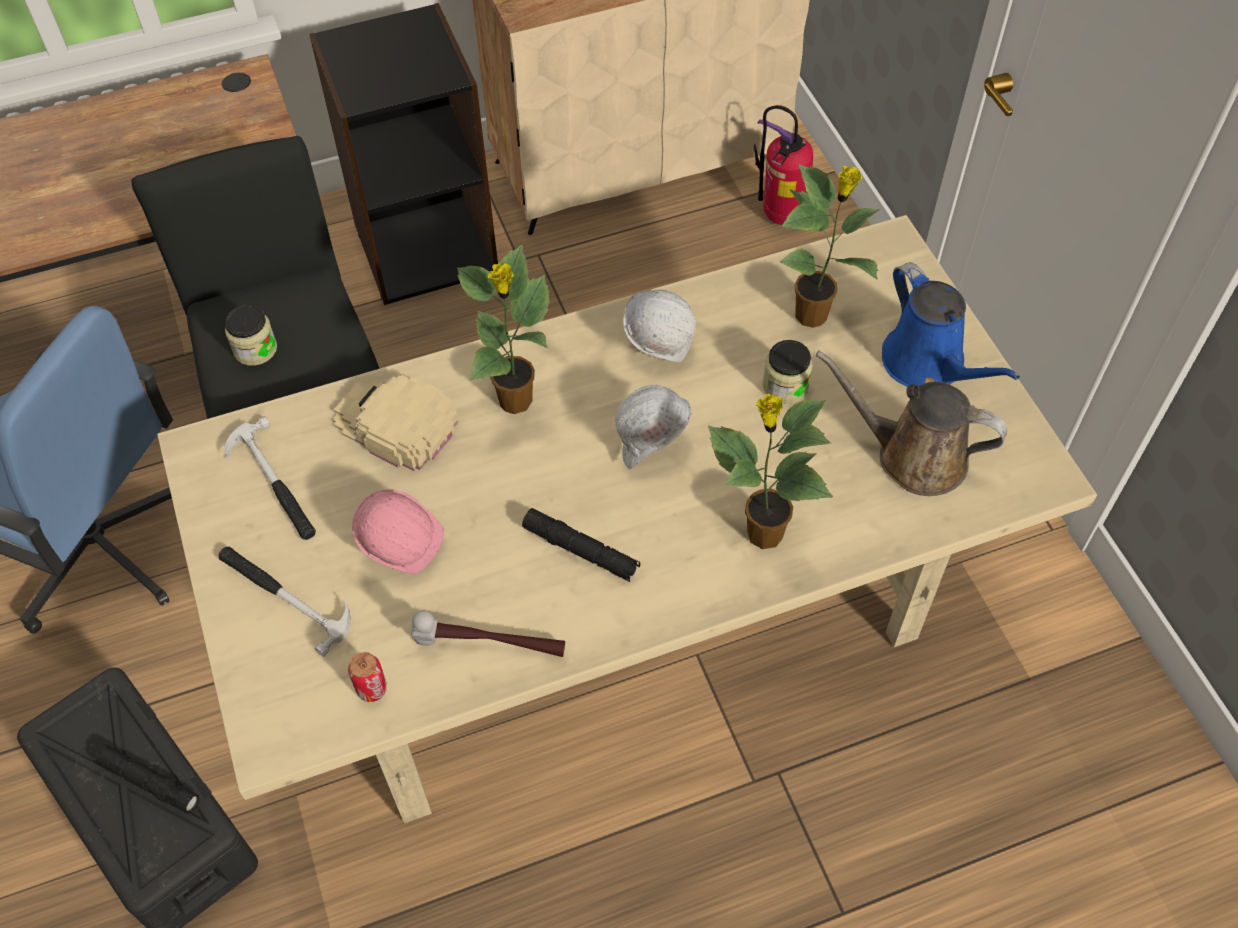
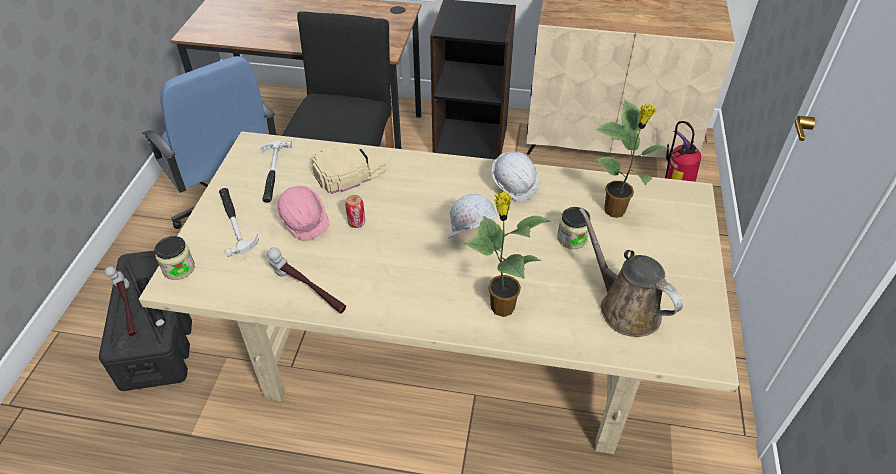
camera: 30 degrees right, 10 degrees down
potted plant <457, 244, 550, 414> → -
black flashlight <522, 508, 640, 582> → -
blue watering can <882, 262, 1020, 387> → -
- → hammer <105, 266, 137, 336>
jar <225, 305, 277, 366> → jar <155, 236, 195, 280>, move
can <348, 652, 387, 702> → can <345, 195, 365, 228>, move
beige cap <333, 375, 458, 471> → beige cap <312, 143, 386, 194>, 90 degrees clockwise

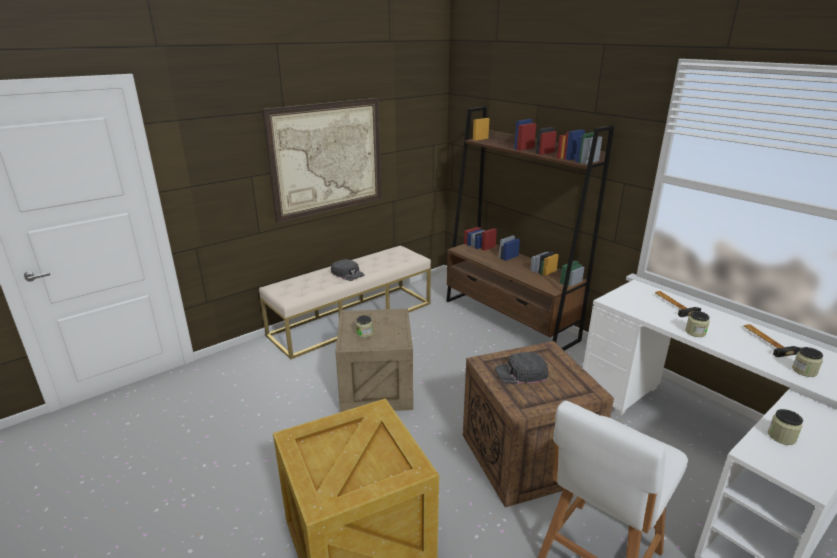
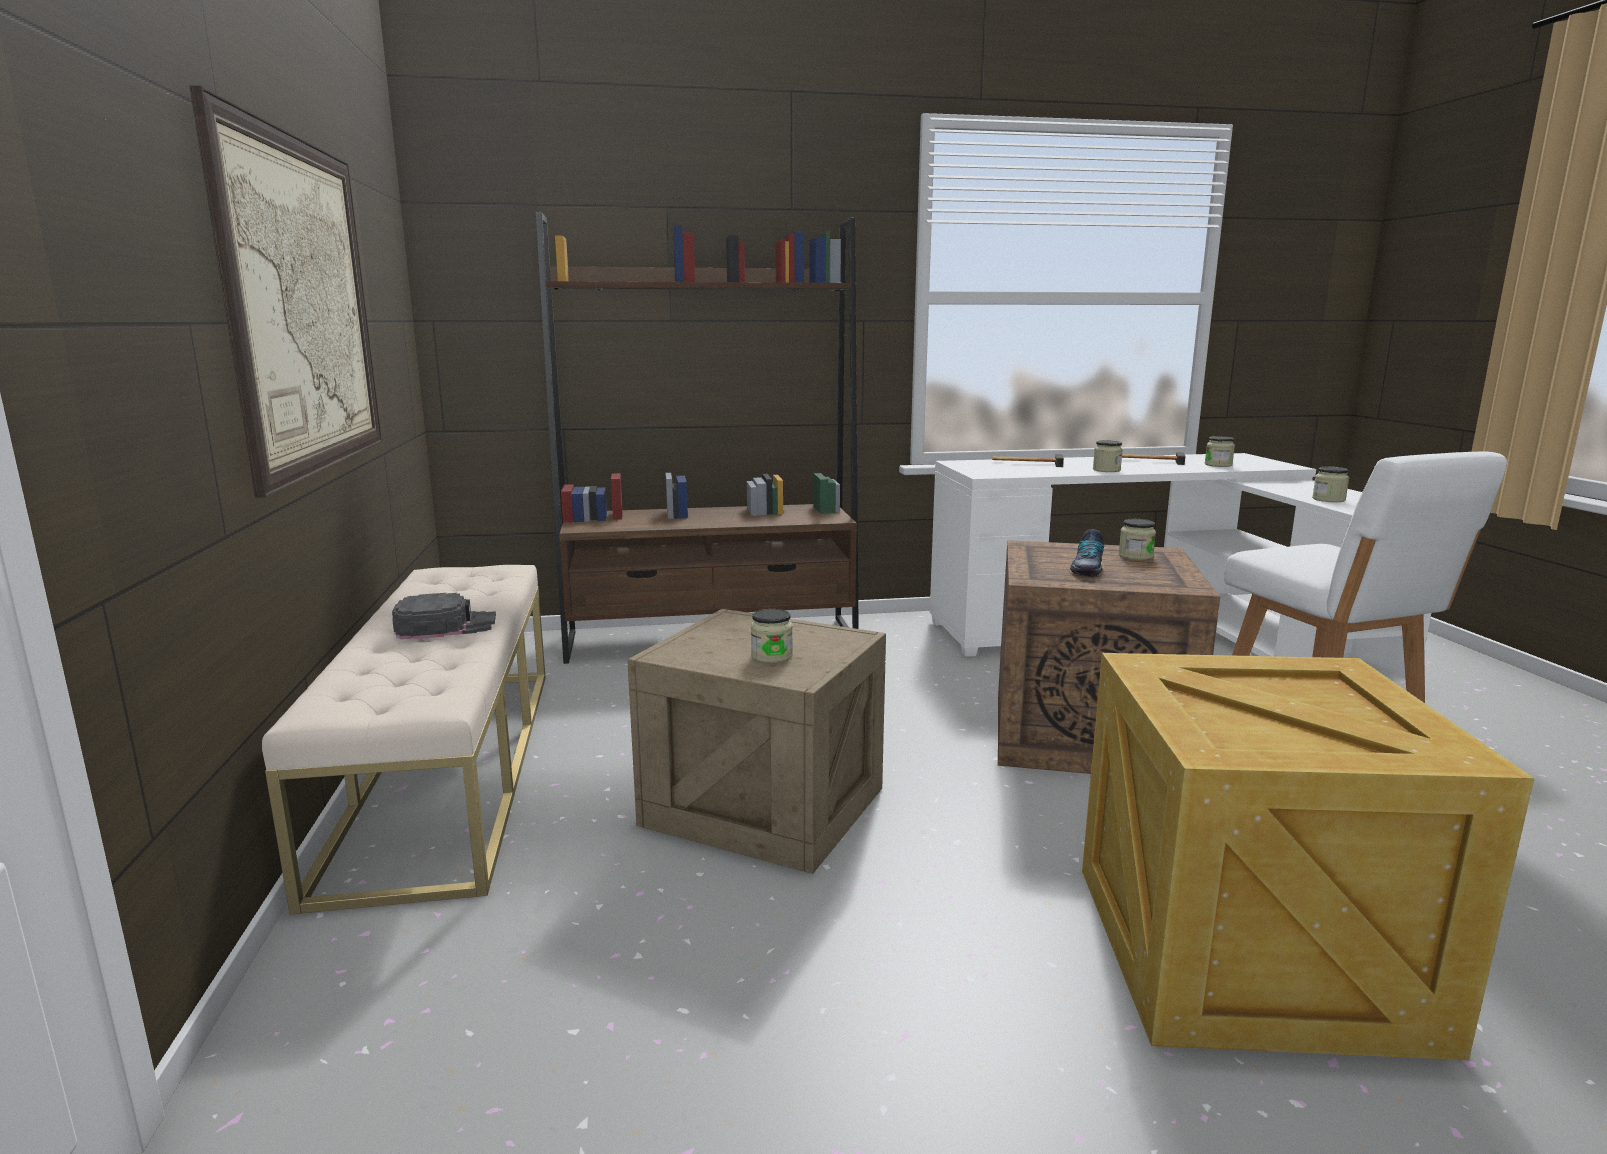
camera: 60 degrees left, 10 degrees down
- → jar <1118, 519, 1156, 560>
black cap <495, 352, 548, 384> → shoe <1070, 529, 1104, 577>

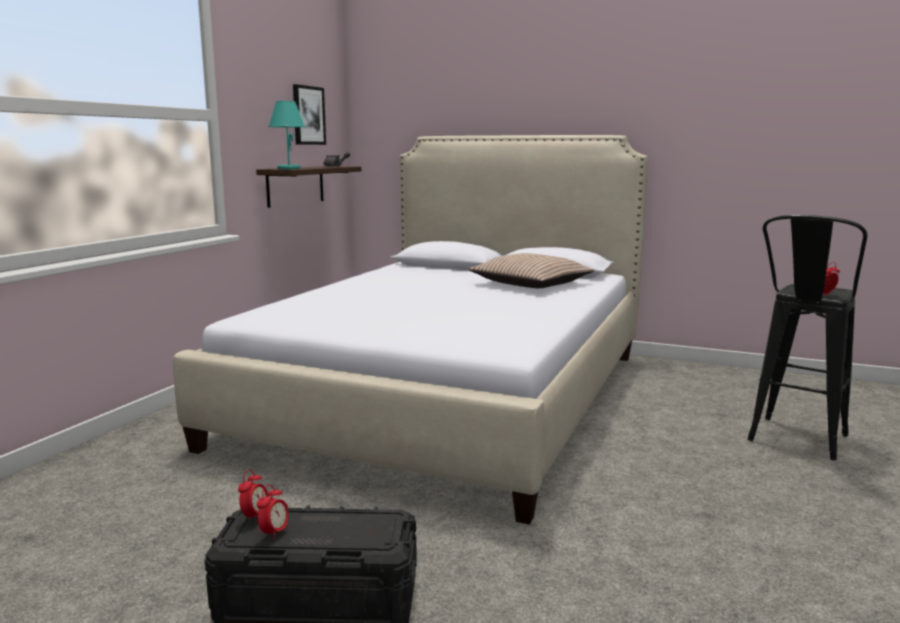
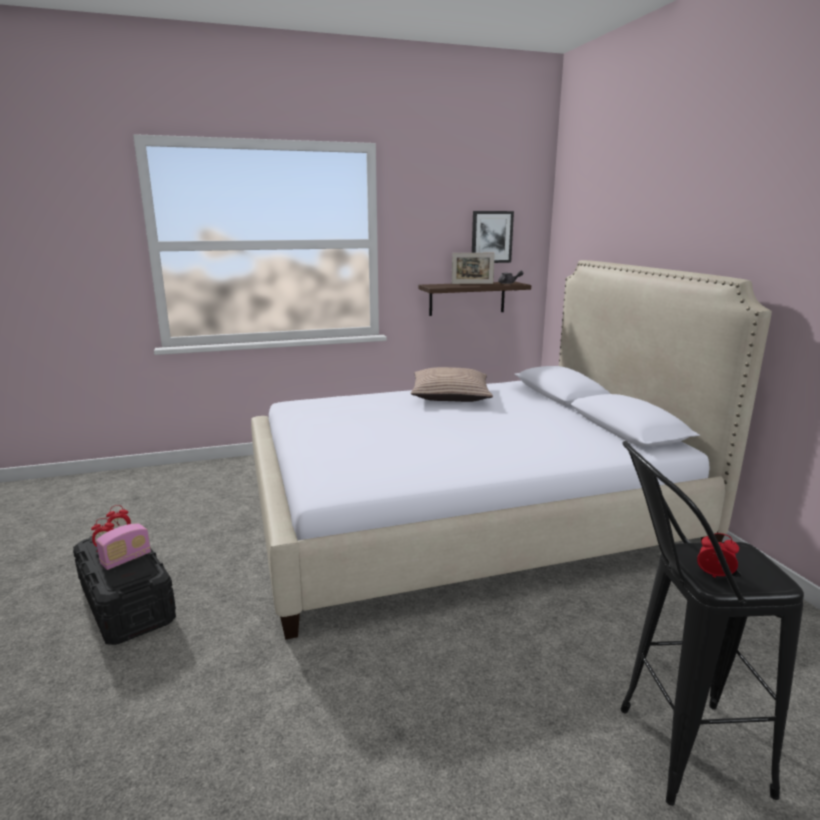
camera: 50 degrees right, 5 degrees up
turquoise table lamp <268, 101, 305, 169> → -
- → radio <96, 524, 151, 570>
- → picture frame <452, 253, 495, 284>
pillow <469, 253, 594, 288> → pillow <411, 367, 493, 402>, move

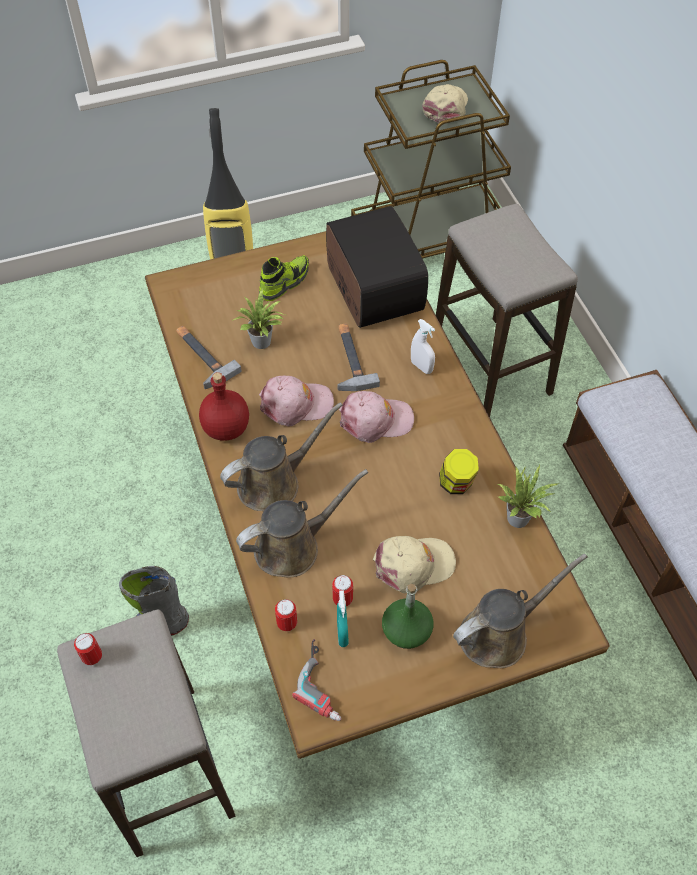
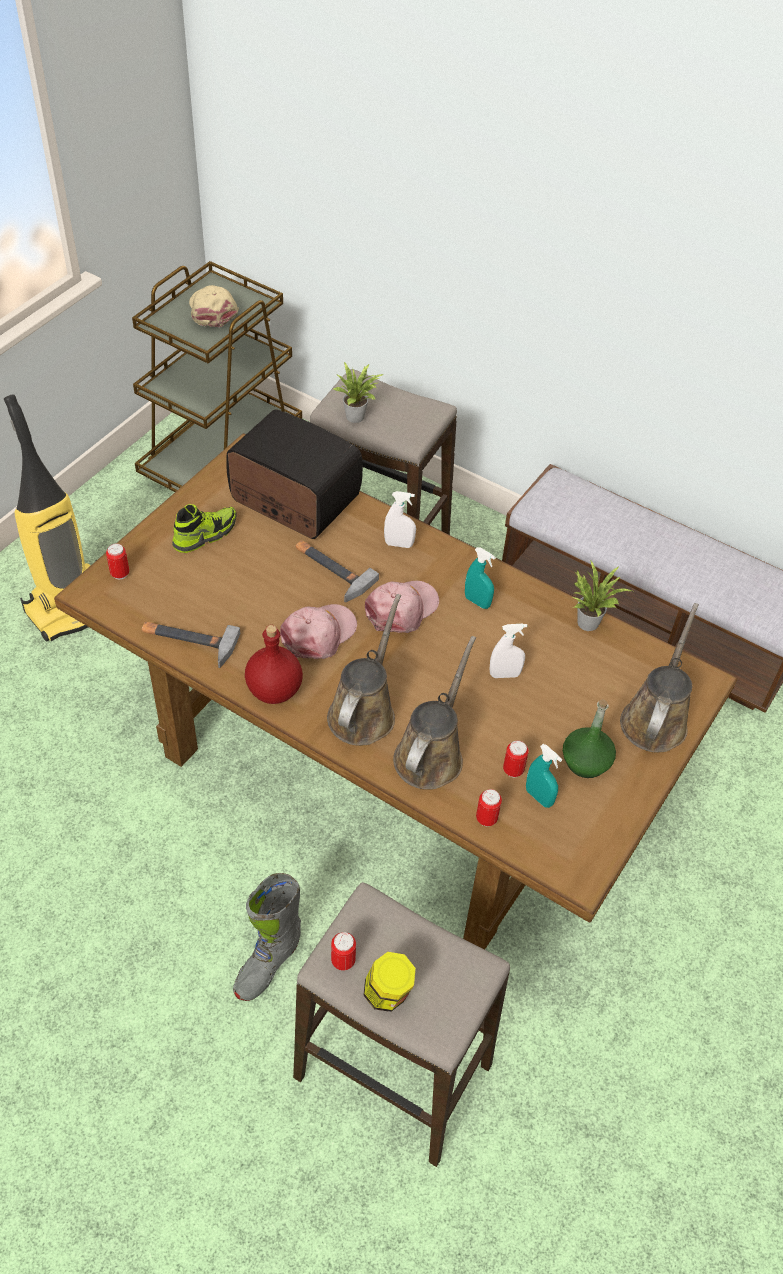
camera: 40 degrees left, 5 degrees down
power drill <292, 639, 341, 721> → -
beige cap <373, 536, 456, 593> → -
- → can <106, 543, 129, 580>
- → turquoise spray bottle <465, 547, 496, 609>
- → white spray bottle <490, 624, 527, 678>
potted plant <232, 289, 285, 349> → potted plant <334, 362, 384, 423>, move
jar <439, 449, 479, 494> → jar <363, 952, 416, 1012>, move
shoe <259, 255, 309, 301> → shoe <172, 504, 237, 553>, 45 degrees clockwise

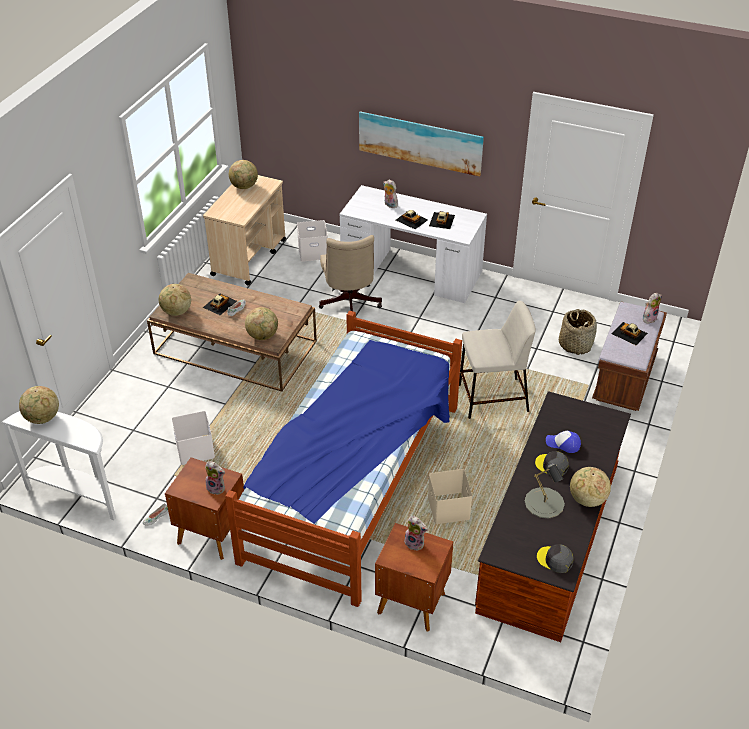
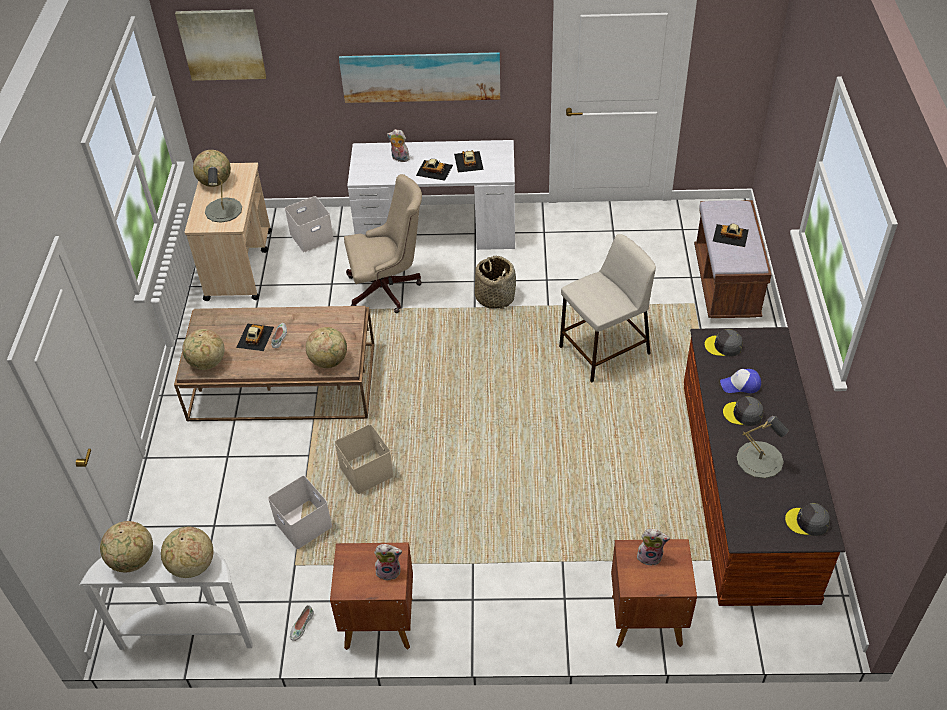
camera: 20 degrees left, 5 degrees up
bed <225, 311, 462, 607> → -
plush toy <643, 293, 662, 323> → -
- → picture <175, 9, 266, 81>
- → grey table lamp <205, 167, 242, 223>
- → grey cap <704, 329, 743, 357>
beige storage box <428, 469, 472, 524> → beige storage box <335, 424, 394, 494>, move
basket <559, 309, 597, 355> → basket <475, 256, 516, 309>, move
globe <570, 467, 611, 507> → globe <161, 527, 213, 578>, move
beige office chair <319, 235, 382, 311> → beige office chair <344, 174, 422, 313>, 75 degrees counterclockwise

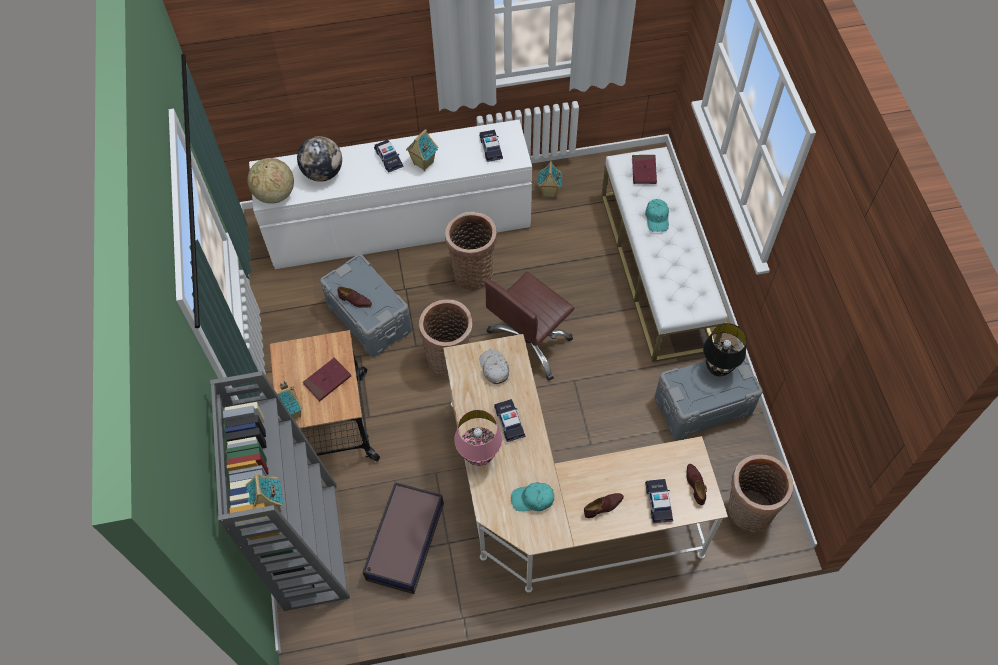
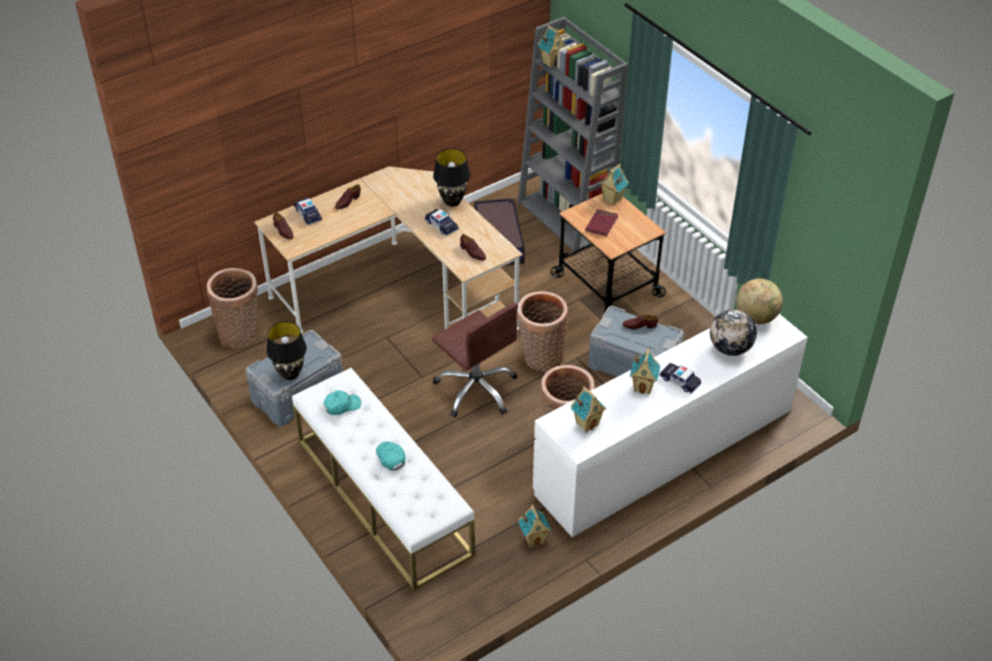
camera: 155 degrees right, 15 degrees down
red book <632, 155, 657, 184> → -
turquoise cap <511, 482, 554, 511> → turquoise cap <323, 390, 361, 415>, move
toy car <479, 130, 503, 162> → toy house <571, 386, 606, 433>
white cap <480, 349, 509, 384> → brown shoe <460, 234, 486, 261>
pink table lamp <454, 410, 502, 466> → black table lamp <433, 149, 470, 206>
brown office chair <484, 272, 574, 381> → brown office chair <432, 303, 518, 418>, 120 degrees clockwise

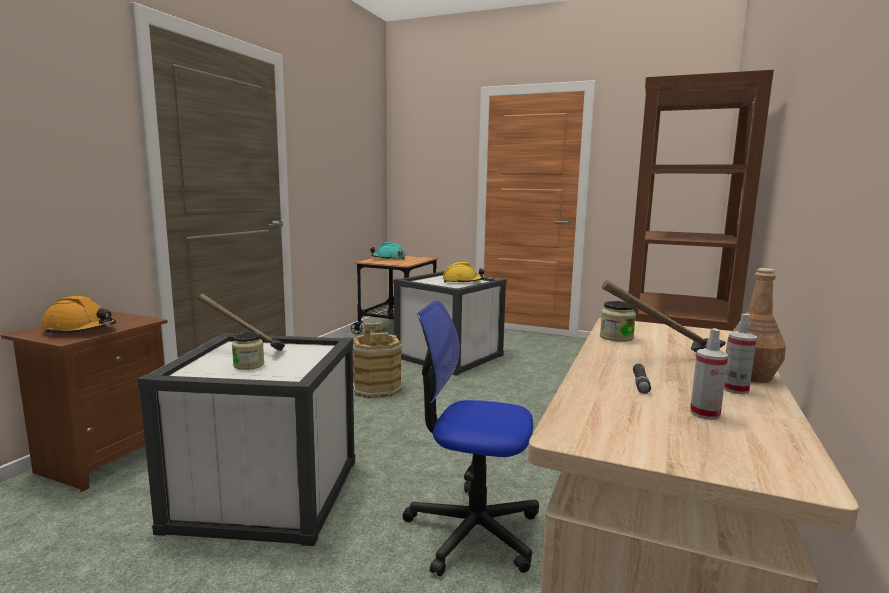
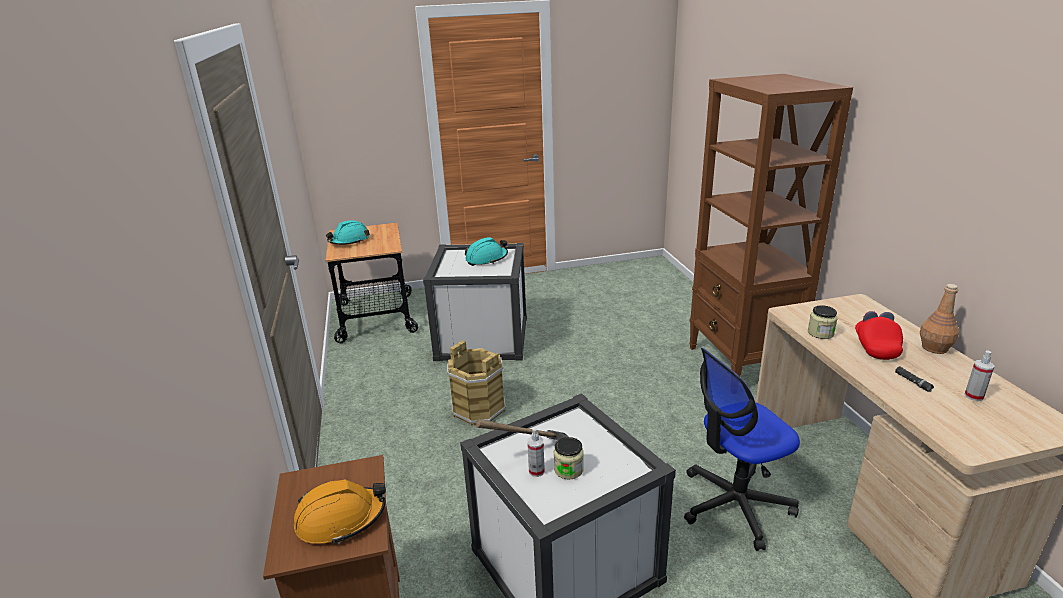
camera: 35 degrees left, 15 degrees up
spray bottle <724, 313, 757, 395> → spray bottle <527, 428, 545, 477>, move
hammer <602, 280, 726, 353> → red cap <855, 311, 903, 360>
yellow hard hat <443, 262, 485, 283> → turquoise hard hat <465, 237, 508, 266>

